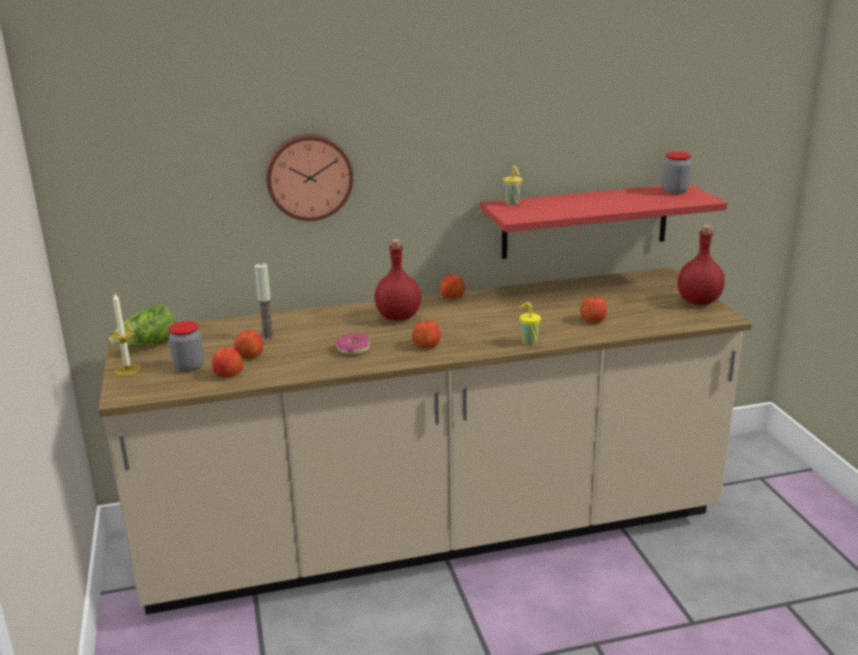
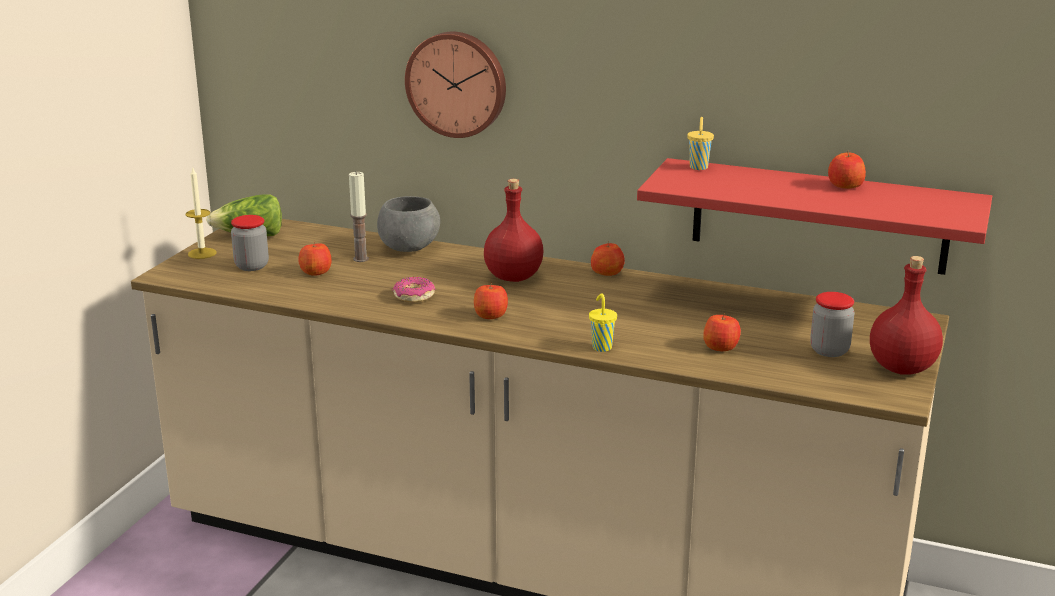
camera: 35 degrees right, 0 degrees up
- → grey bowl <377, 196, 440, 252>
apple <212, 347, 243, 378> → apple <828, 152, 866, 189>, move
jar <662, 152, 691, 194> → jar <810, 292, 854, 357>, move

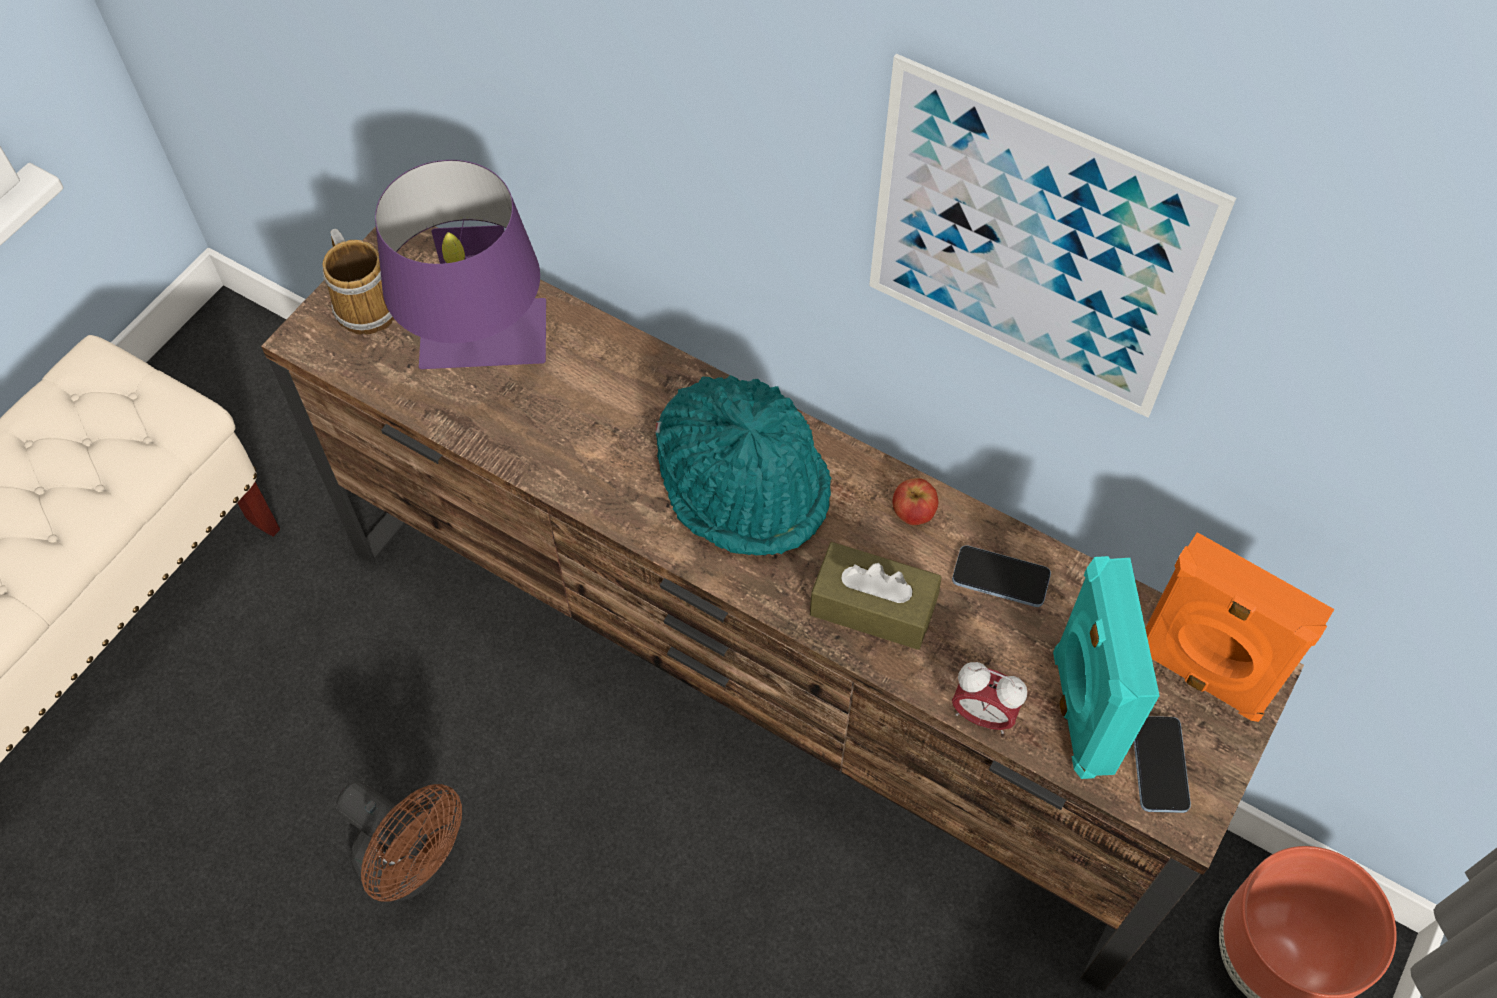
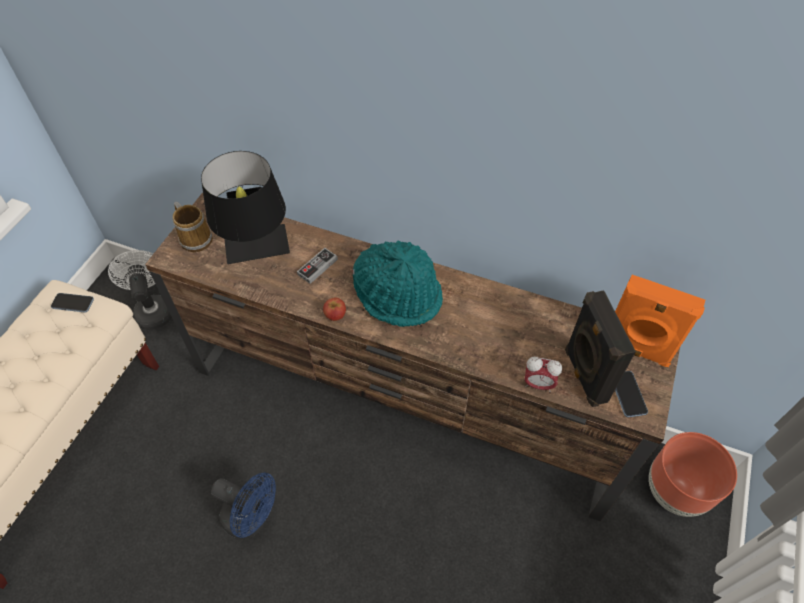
camera: 10 degrees left, 5 degrees down
brown tissue box <810, 542, 941, 650> → -
picture <869, 54, 1236, 418> → -
- → white fan <108, 250, 172, 330>
- → game controller <297, 248, 338, 284>
apple <892, 478, 939, 525> → apple <323, 297, 346, 321>, move
phone <952, 545, 1051, 607> → phone <51, 293, 94, 312>, move
brown fan <336, 781, 462, 902> → blue fan <211, 473, 276, 539>
purple table lamp <375, 160, 546, 369> → black table lamp <201, 151, 290, 264>
turquoise speaker <1053, 556, 1160, 779> → black speaker <565, 290, 636, 407>

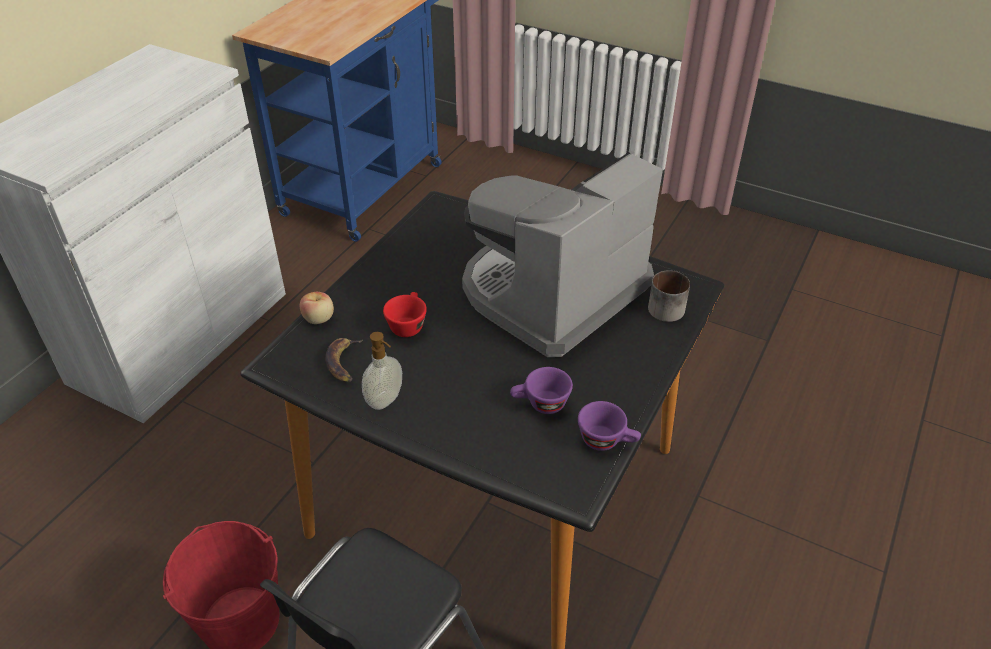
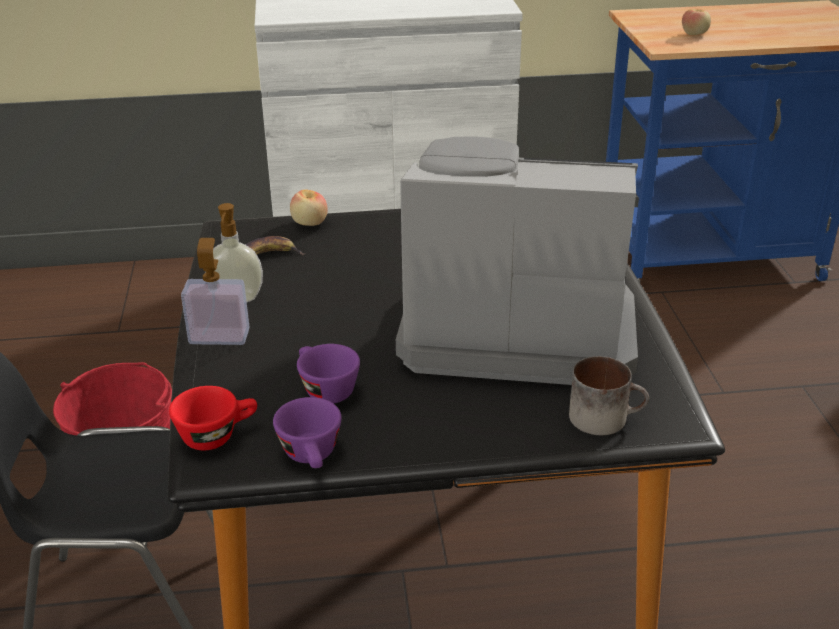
camera: 55 degrees right, 10 degrees down
- → soap dispenser <181, 238, 249, 345>
- → apple <682, 9, 711, 35>
red cup <383, 292, 427, 337> → red cup <169, 386, 257, 451>, move

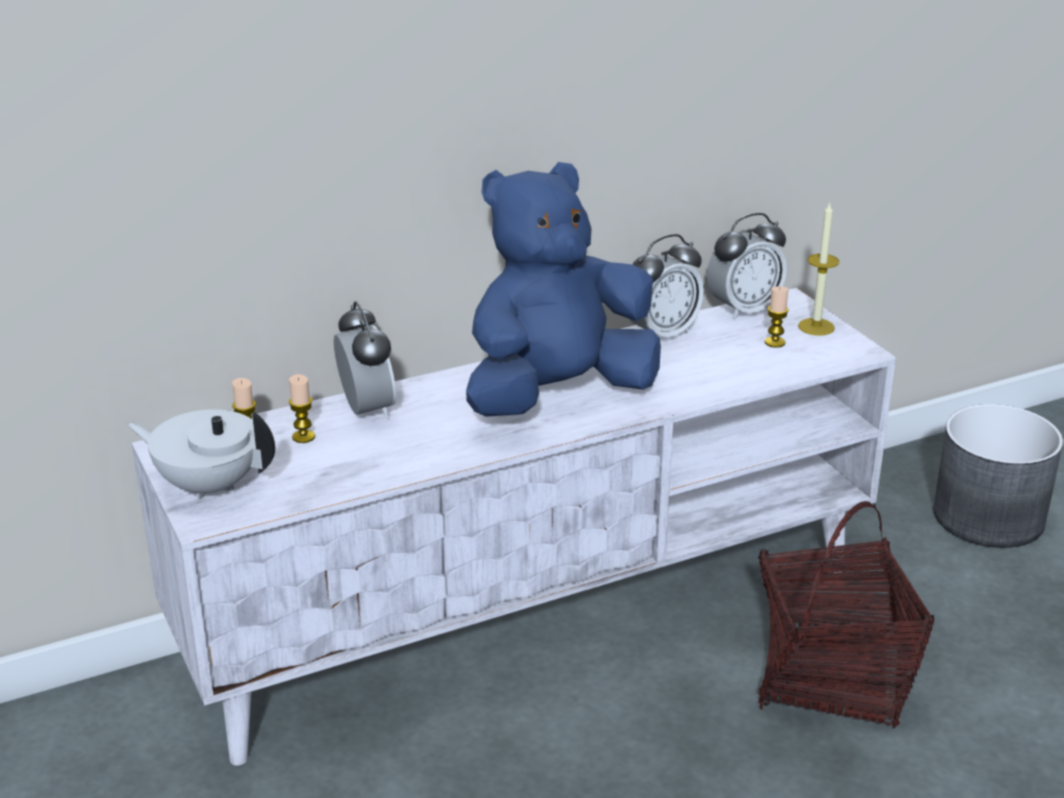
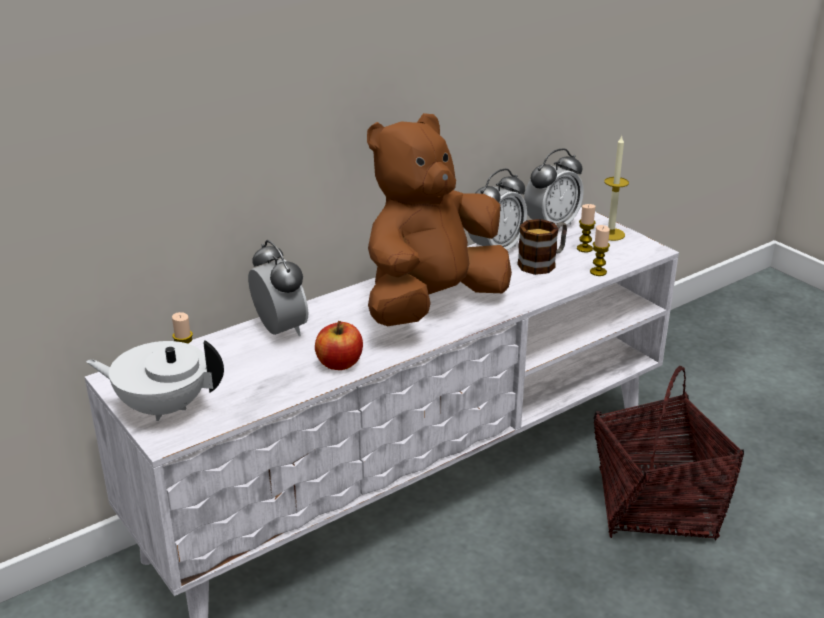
camera: 10 degrees left, 0 degrees up
grey planter <933, 404, 1063, 548> → -
- → apple <315, 321, 363, 370>
- → mug <517, 219, 567, 275>
candle <289, 374, 315, 443> → candle <590, 225, 610, 276>, move
blue plush toy <466, 162, 661, 417> → brown plush toy <367, 113, 512, 326>

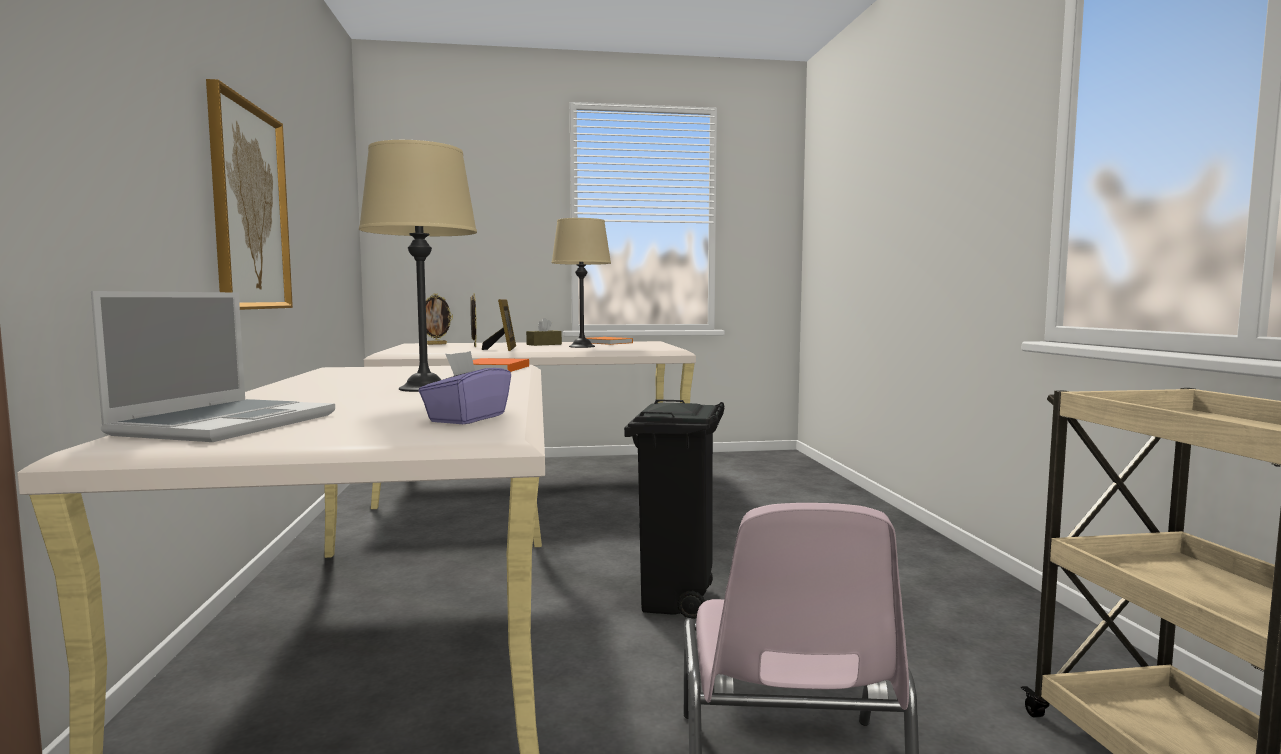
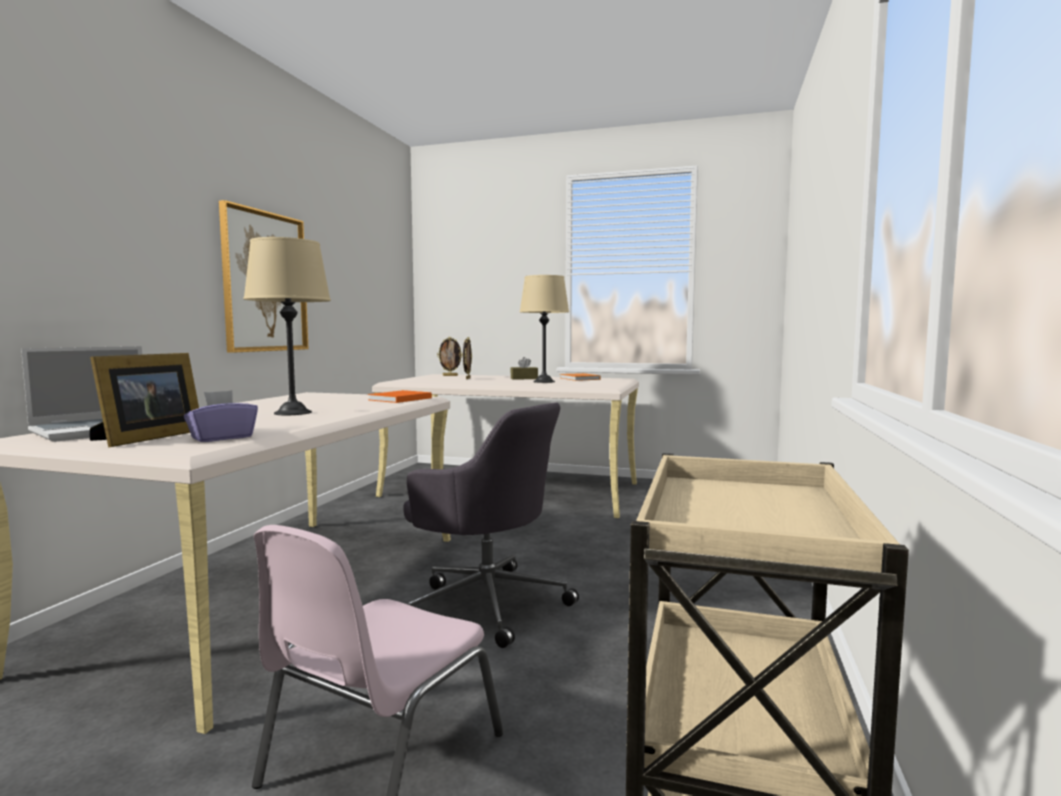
camera: 25 degrees right, 0 degrees up
picture frame <482, 299, 516, 351> → picture frame <90, 353, 199, 448>, move
black trash can <624, 399, 724, 619> → grey office chair <403, 402, 579, 648>

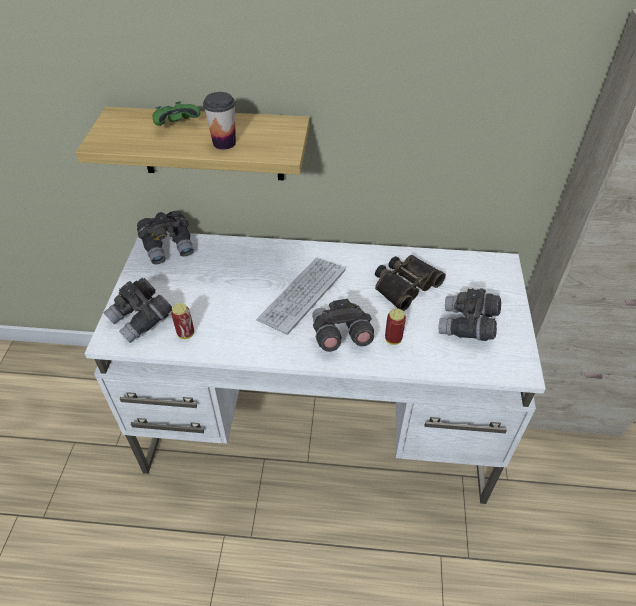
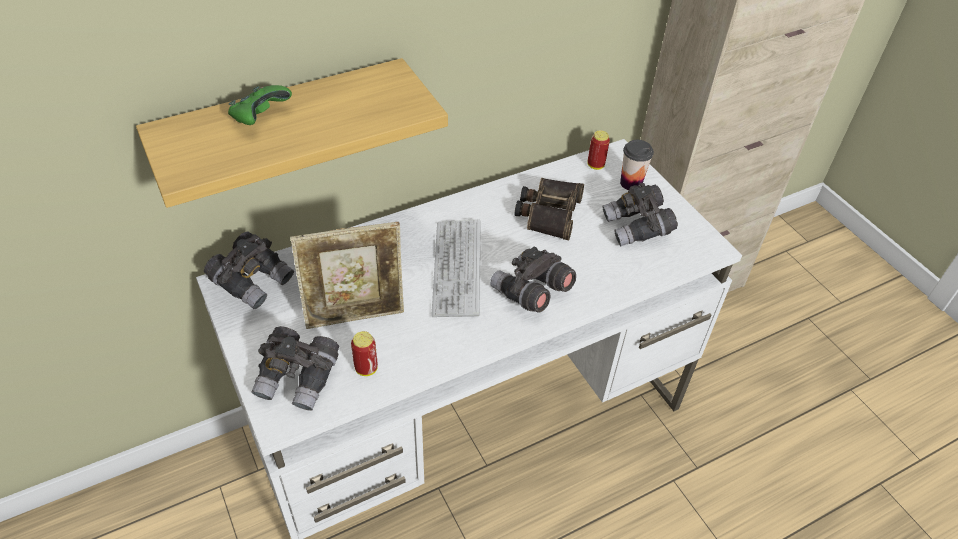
camera: 35 degrees left, 0 degrees up
- → picture frame <290, 222, 404, 329>
cup <203, 92, 236, 150> → cup <620, 140, 654, 190>, move
can <385, 308, 406, 345> → can <588, 131, 610, 170>, move

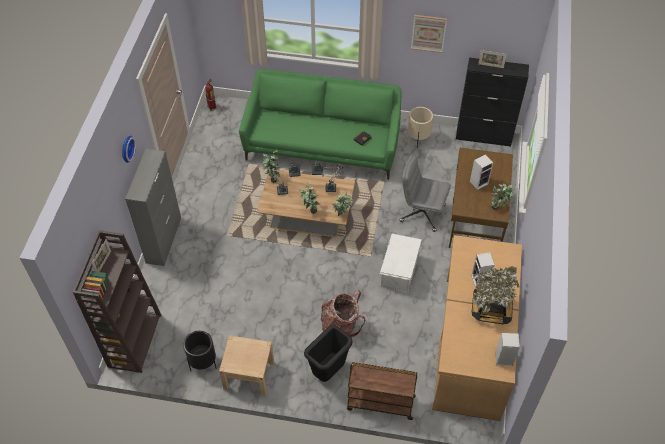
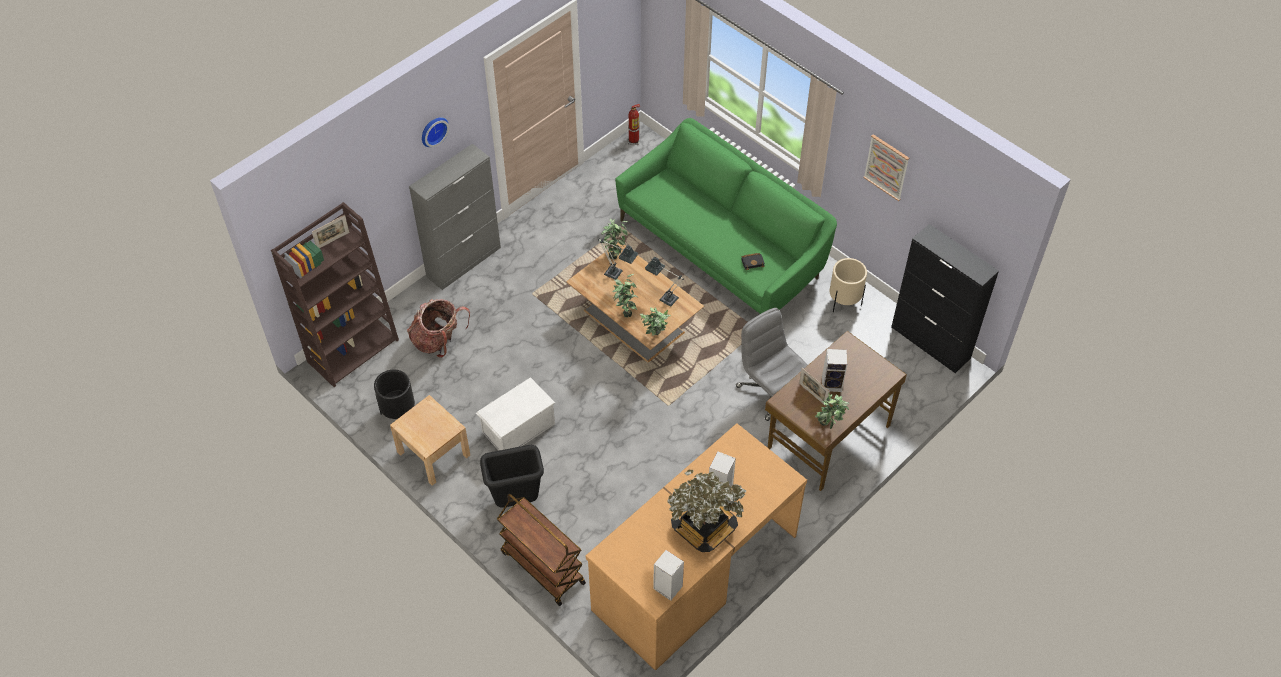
camera: 35 degrees right, 0 degrees up
backpack <321, 290, 365, 337> → backpack <407, 299, 470, 358>, move
white storage box <380, 234, 422, 293> → white storage box <476, 377, 555, 451>, move
picture frame <478, 50, 507, 68> → picture frame <799, 368, 830, 406>, move

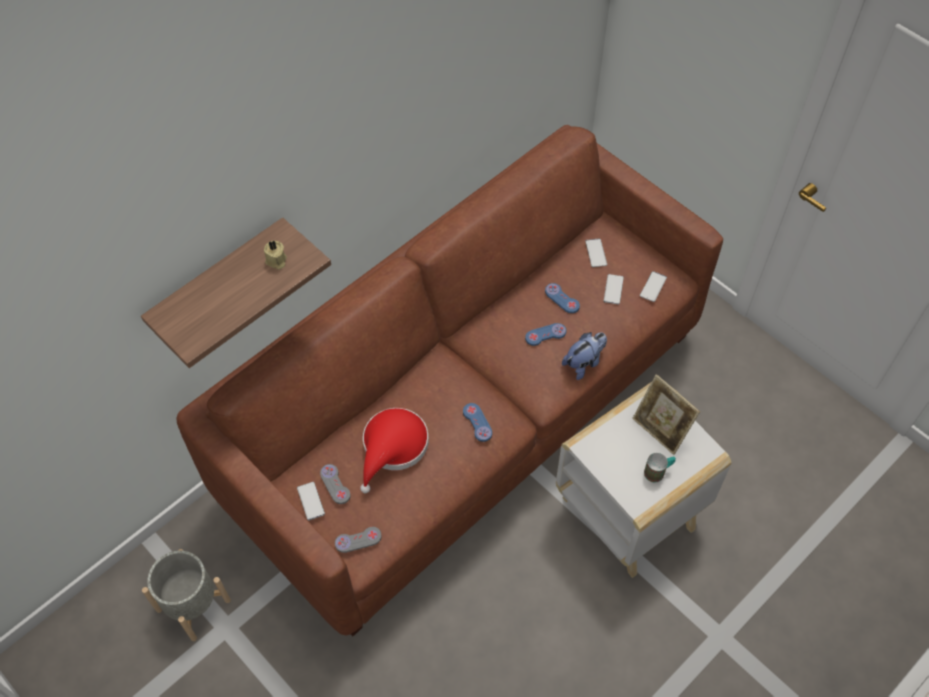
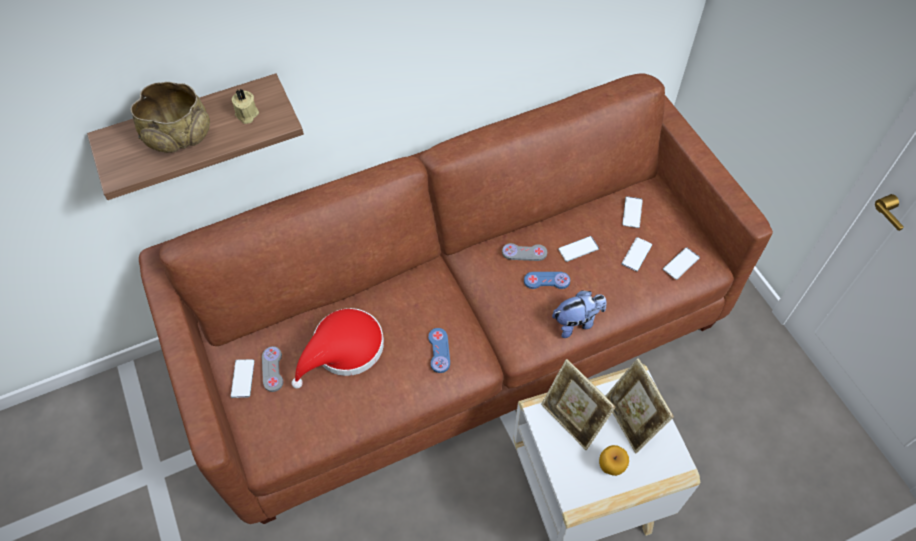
camera: 20 degrees right, 0 degrees up
grey planter <142, 549, 231, 641> → -
- → beige bowl <131, 82, 210, 153>
- → picture frame <541, 359, 616, 450>
grey game controller <335, 527, 382, 553> → grey game controller <502, 243, 547, 261>, move
blue game controller <545, 283, 580, 313> → phone <558, 236, 599, 262>
mug <644, 453, 676, 482> → apple <599, 445, 629, 476>

